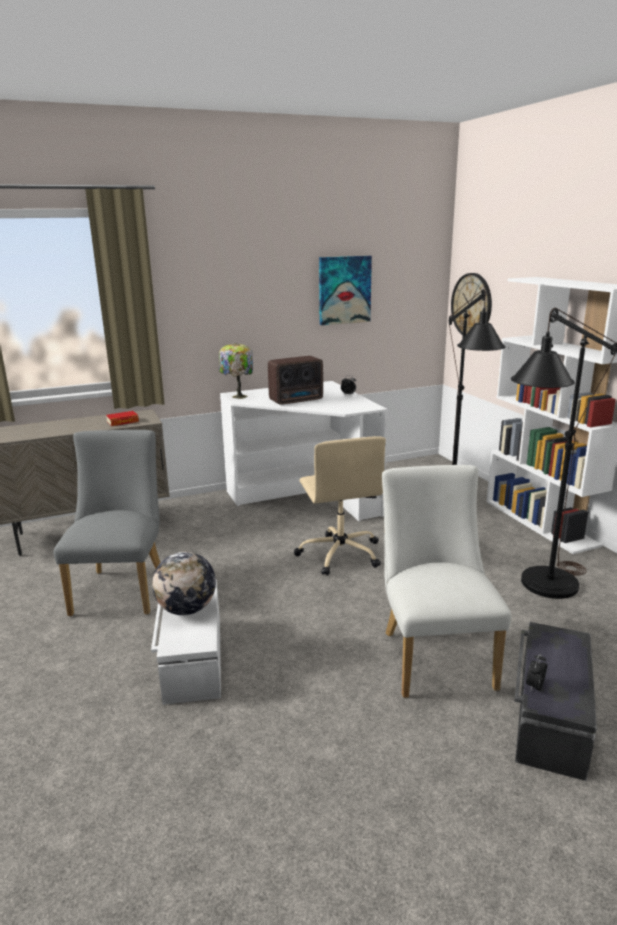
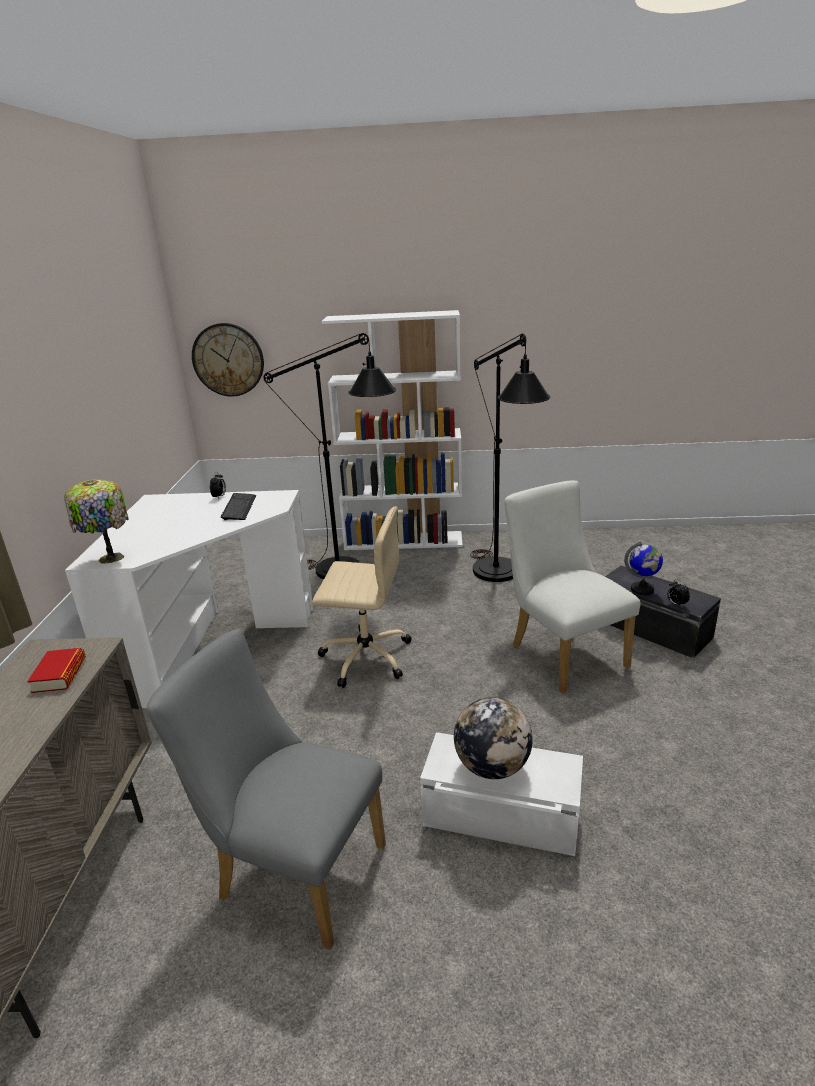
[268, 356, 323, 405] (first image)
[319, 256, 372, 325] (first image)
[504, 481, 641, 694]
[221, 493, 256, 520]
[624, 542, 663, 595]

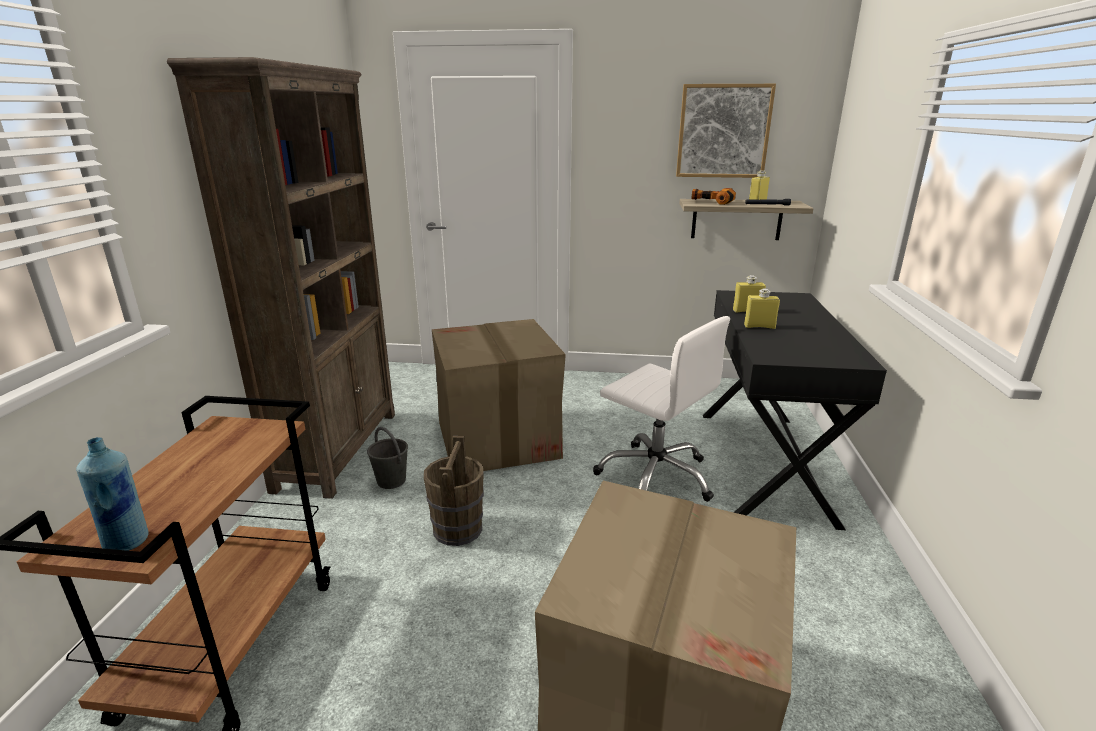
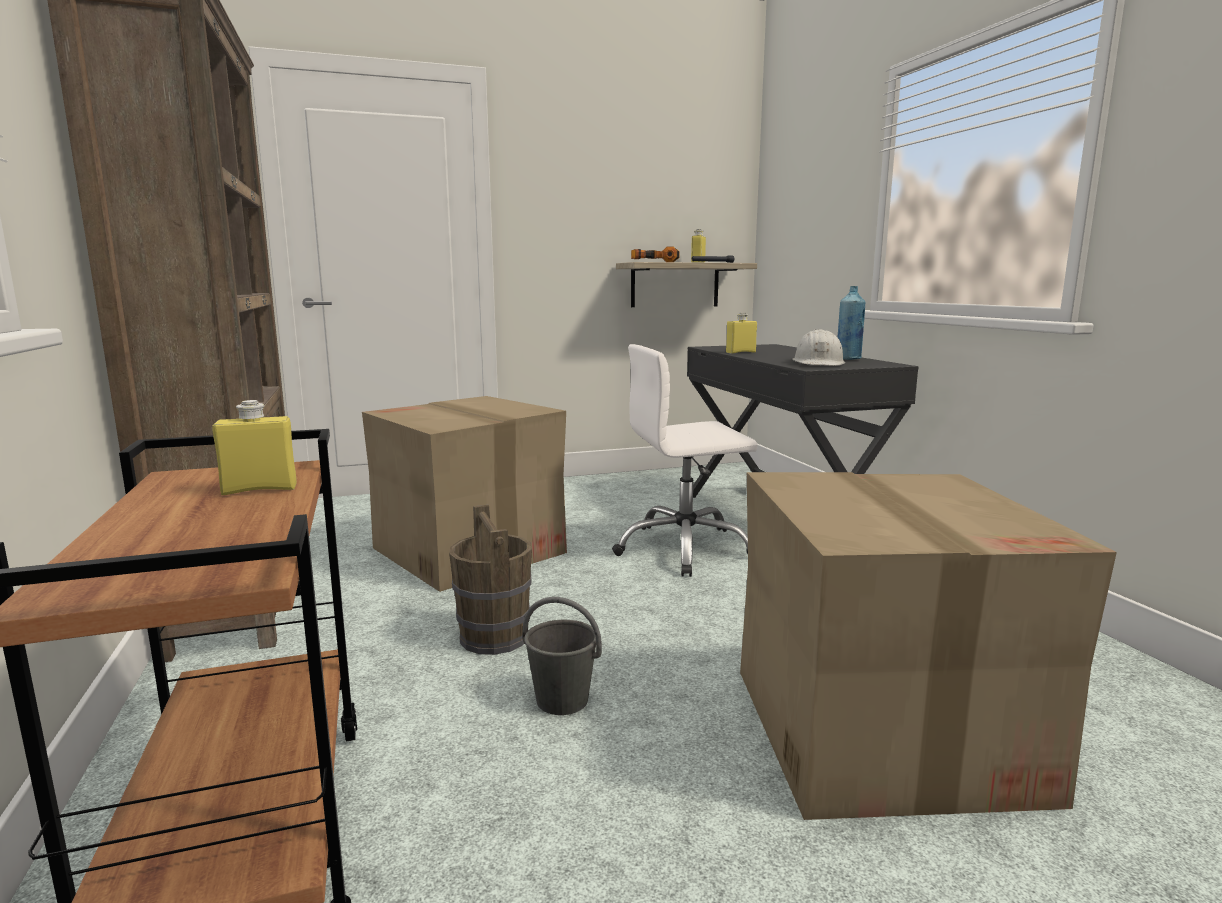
[838, 286, 866, 360]
[523, 597, 602, 715]
[612, 344, 757, 577]
[676, 84, 776, 178] (first image)
[213, 400, 297, 495]
[792, 329, 845, 366]

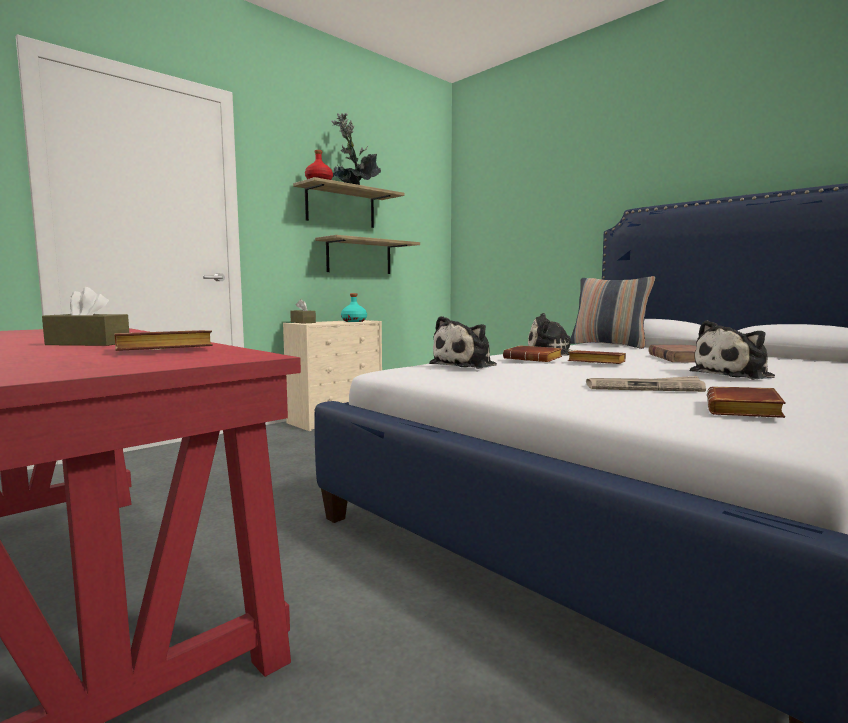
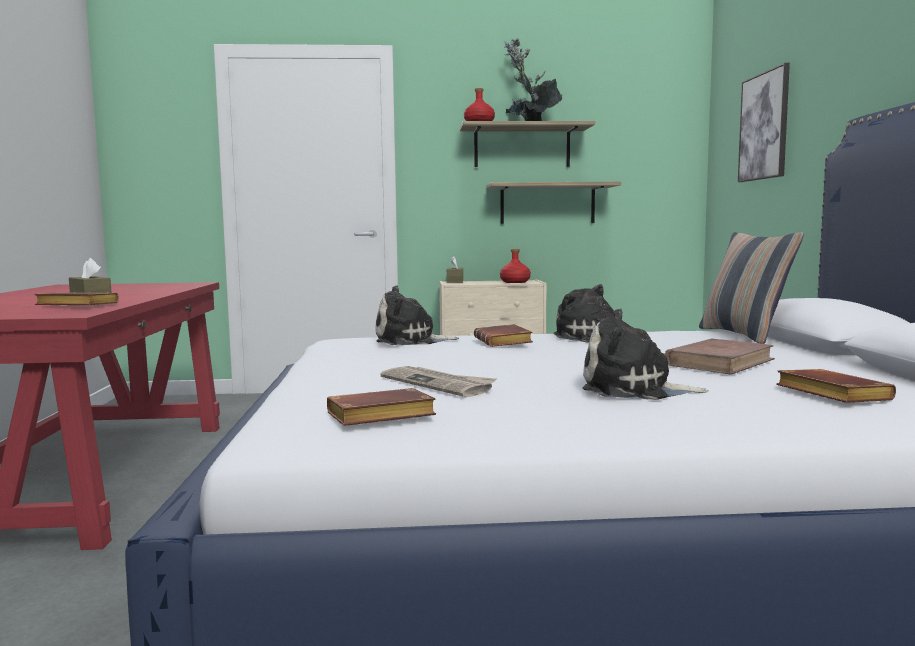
[500, 249, 531, 283]
[776, 369, 896, 403]
[738, 63, 790, 182]

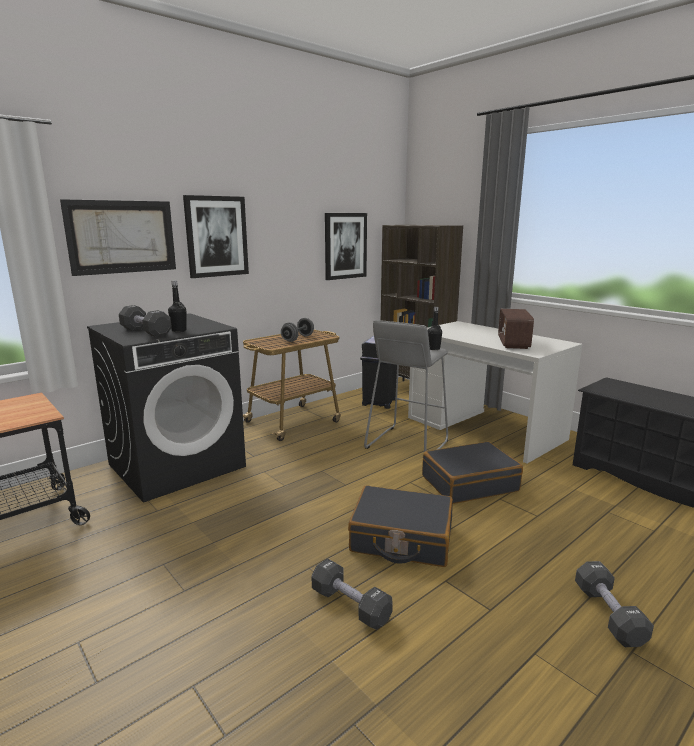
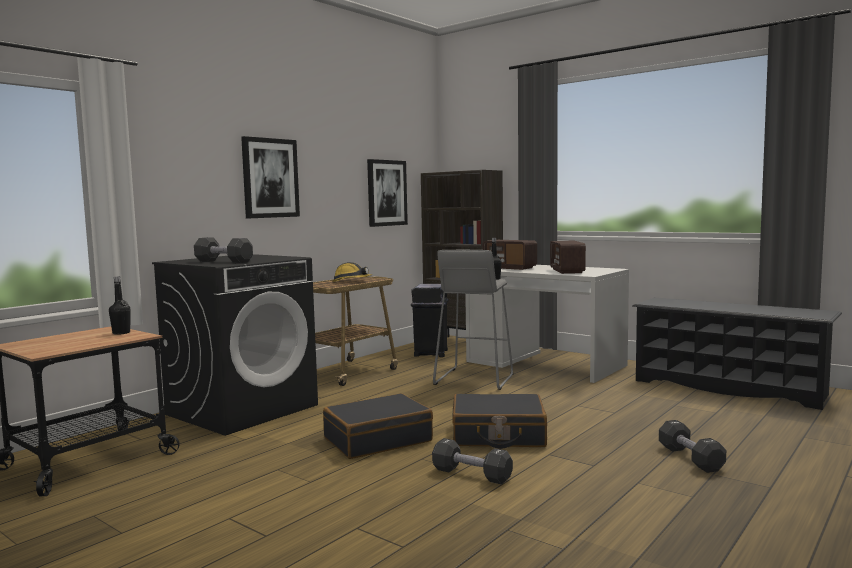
[60, 199, 176, 276] (first image)
[109, 276, 131, 335]
[332, 262, 372, 282]
[323, 393, 433, 459]
[483, 240, 537, 270]

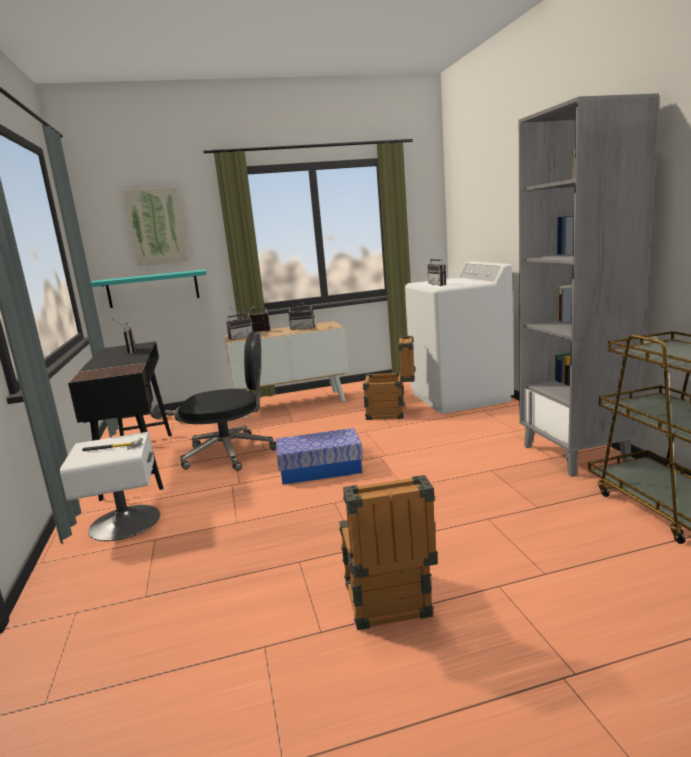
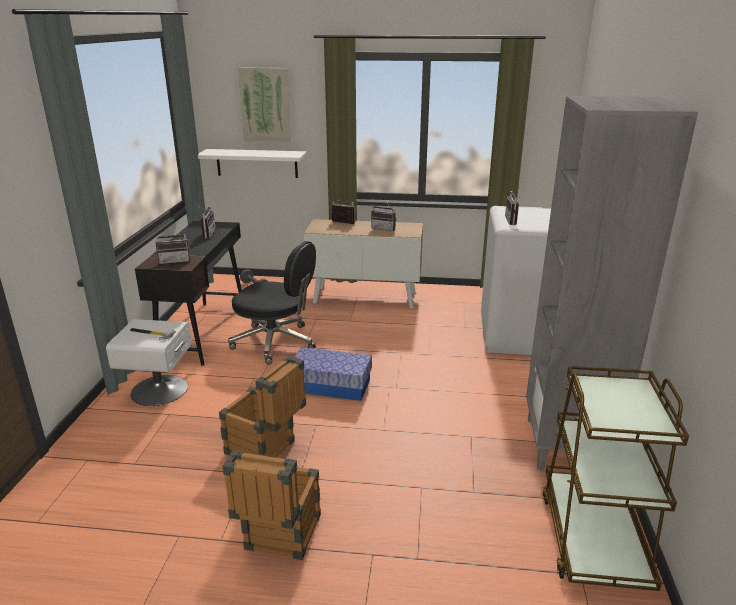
[198, 149, 307, 178]
[155, 226, 190, 264]
[219, 356, 306, 458]

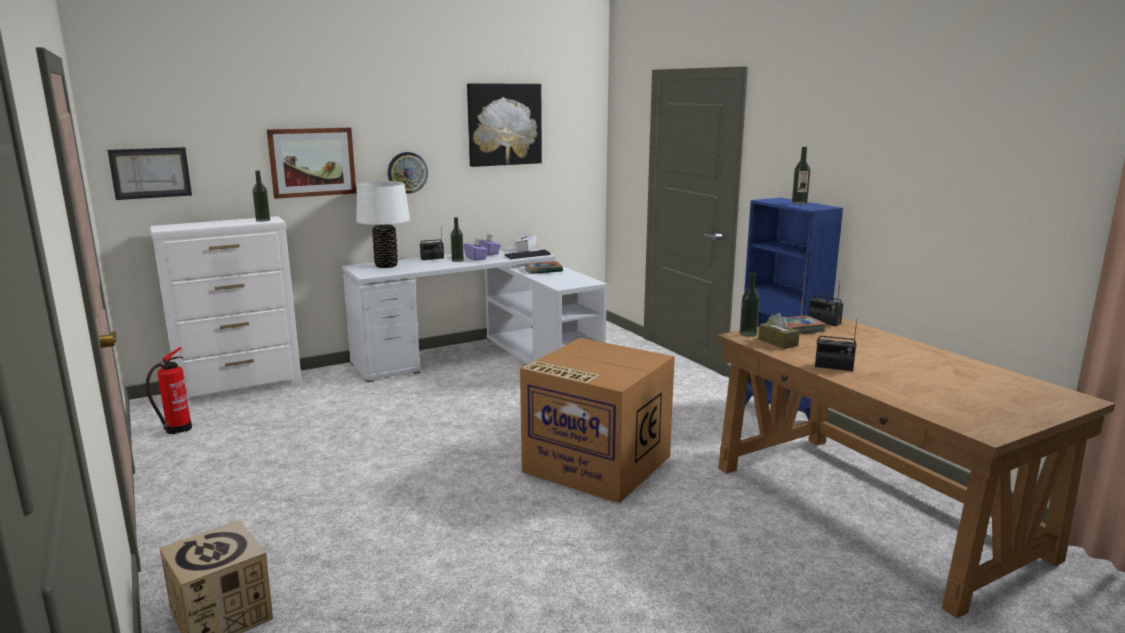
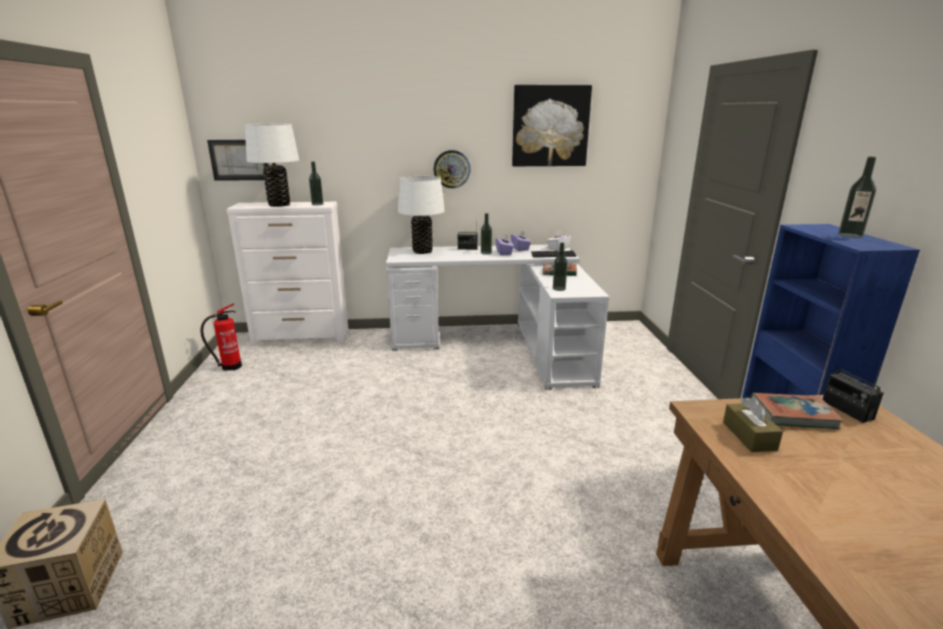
[267, 128, 356, 199] (first image)
[520, 338, 675, 503] (first image)
[553, 242, 568, 291]
[815, 321, 857, 371] (first image)
[245, 124, 299, 207]

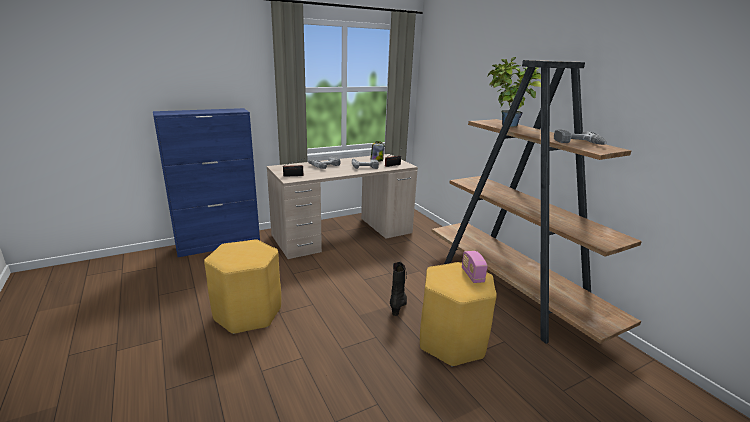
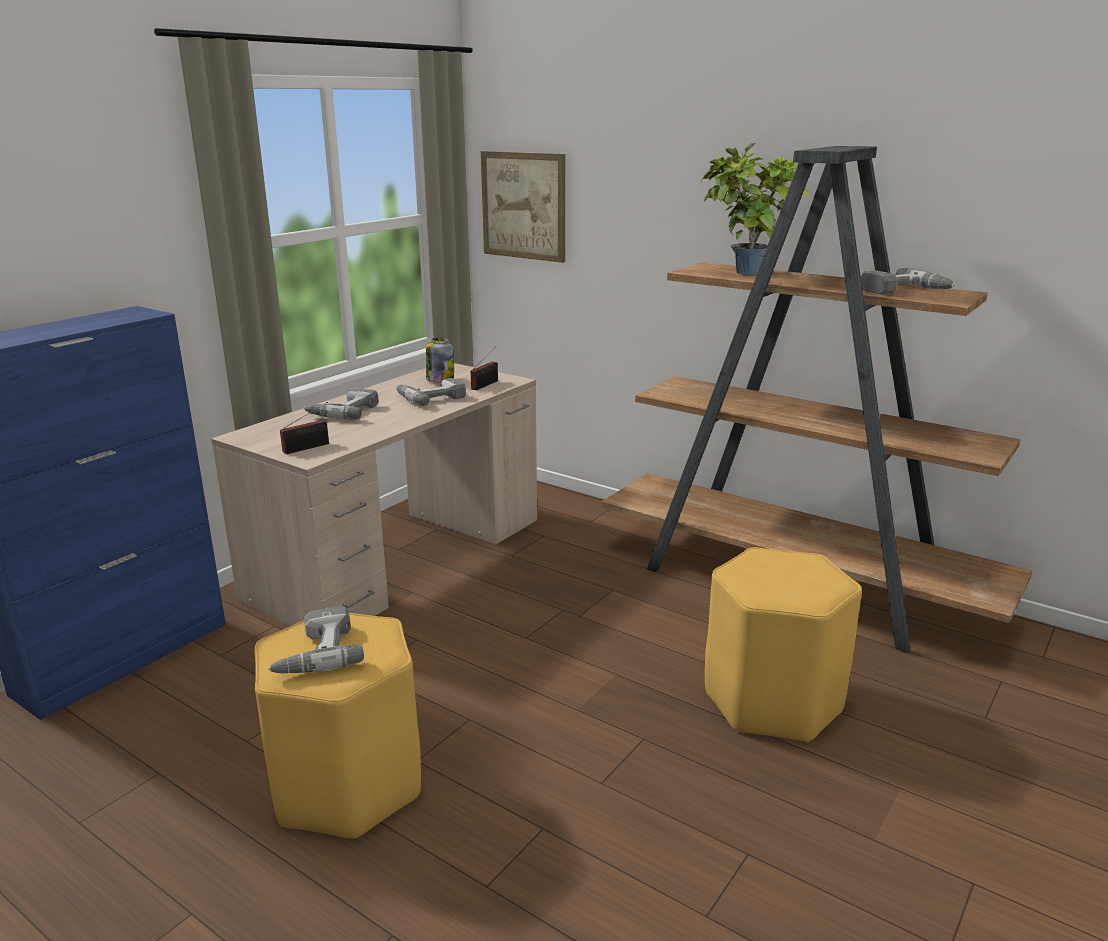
[390, 262, 407, 316] (first image)
[462, 251, 487, 283] (first image)
[268, 607, 364, 674]
[481, 151, 565, 263]

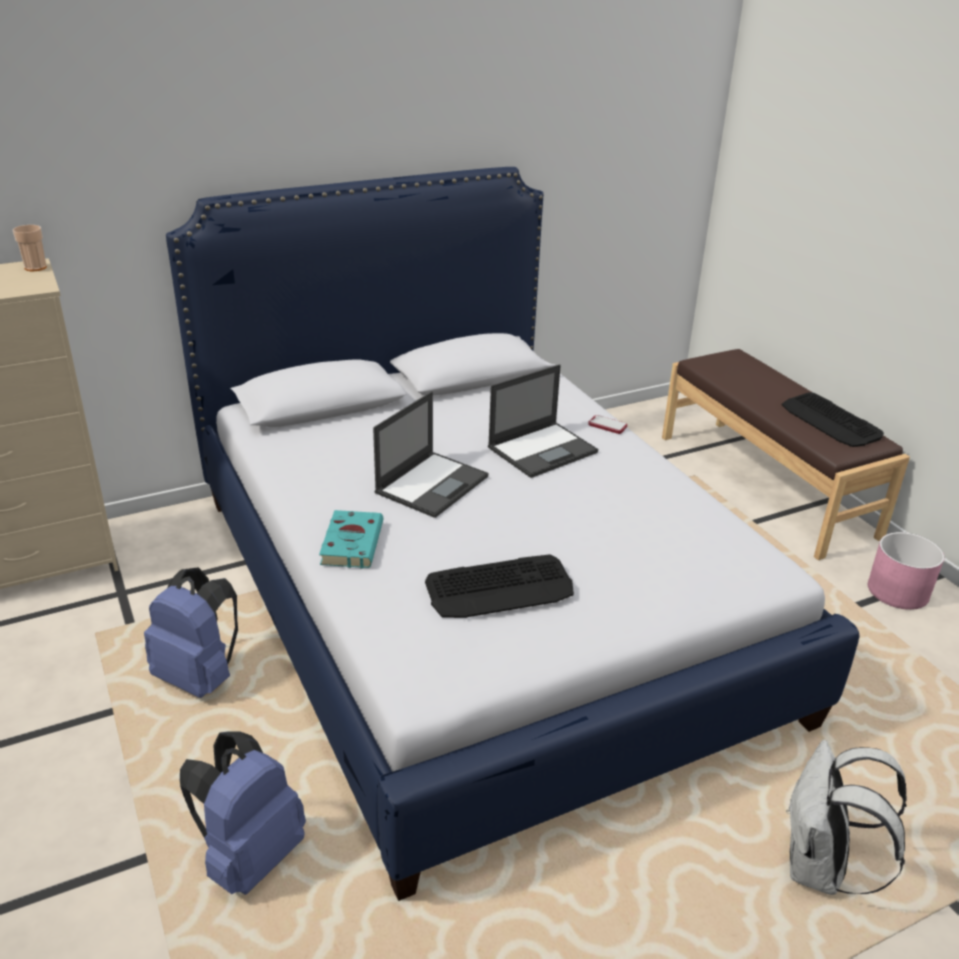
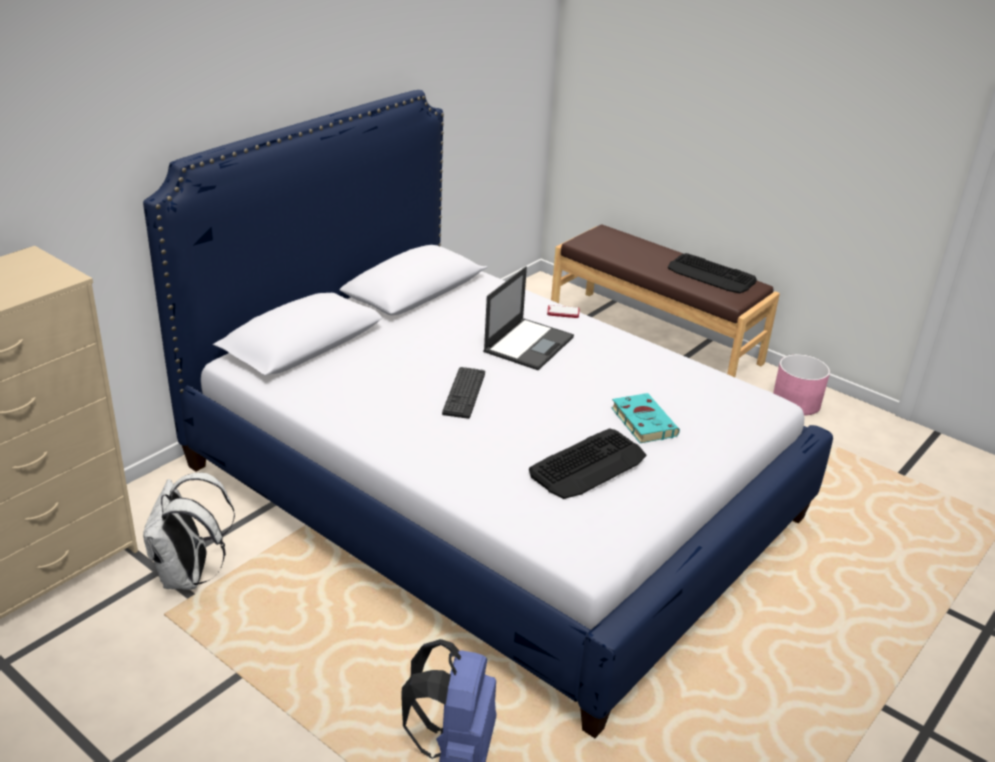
[13, 225, 47, 271] (first image)
[144, 567, 238, 698] (first image)
[611, 393, 680, 443]
[442, 367, 485, 419]
[143, 472, 235, 590]

